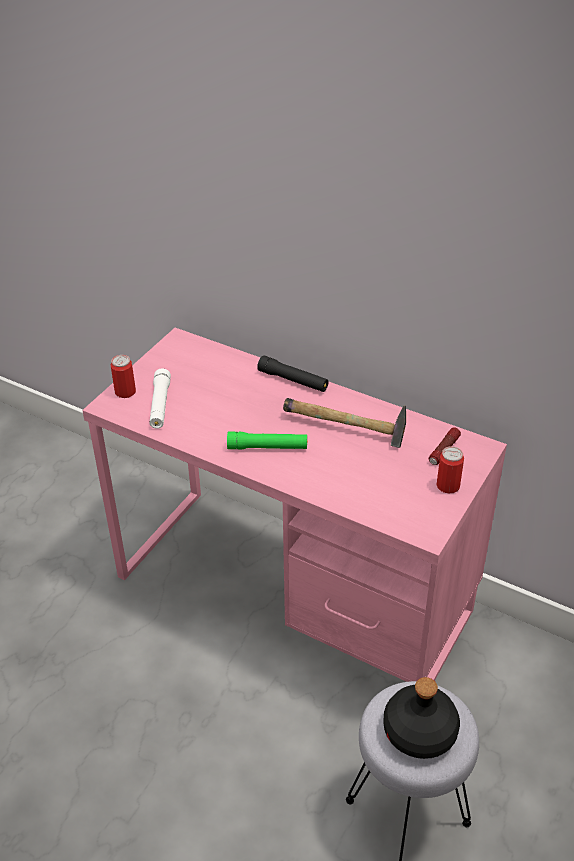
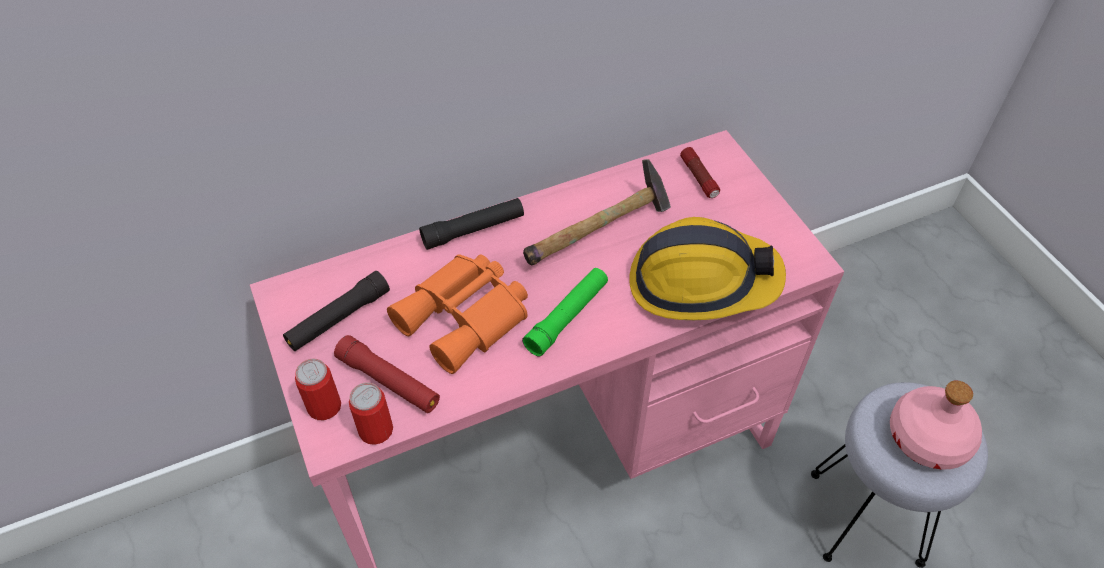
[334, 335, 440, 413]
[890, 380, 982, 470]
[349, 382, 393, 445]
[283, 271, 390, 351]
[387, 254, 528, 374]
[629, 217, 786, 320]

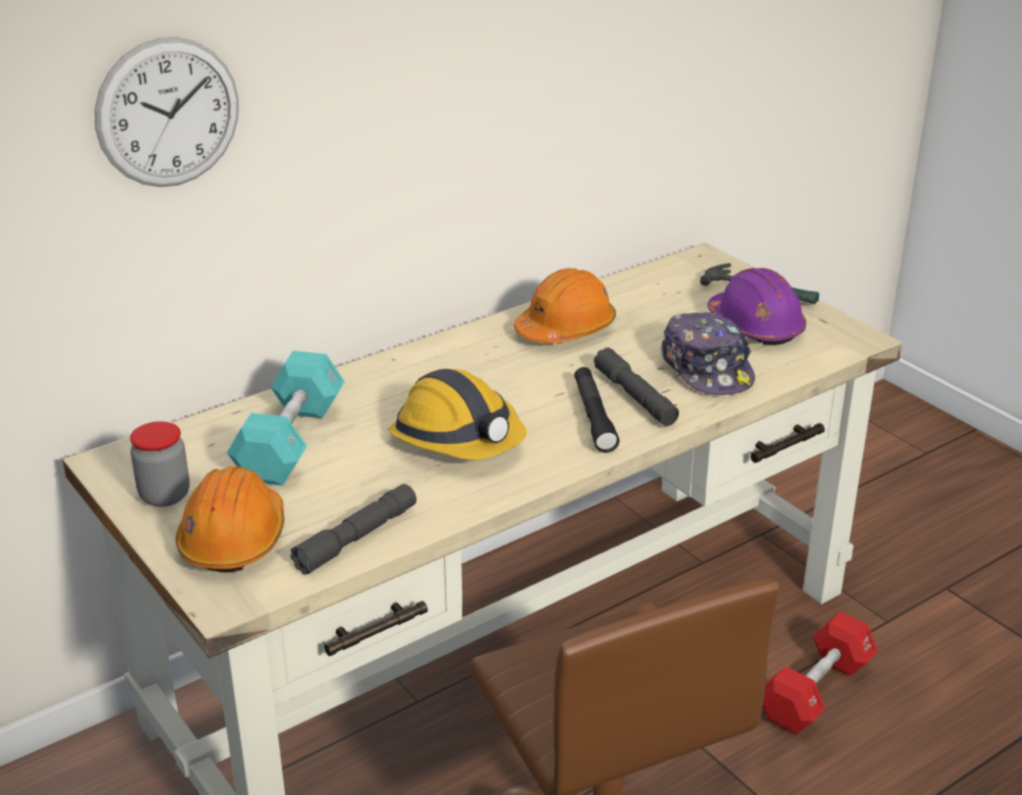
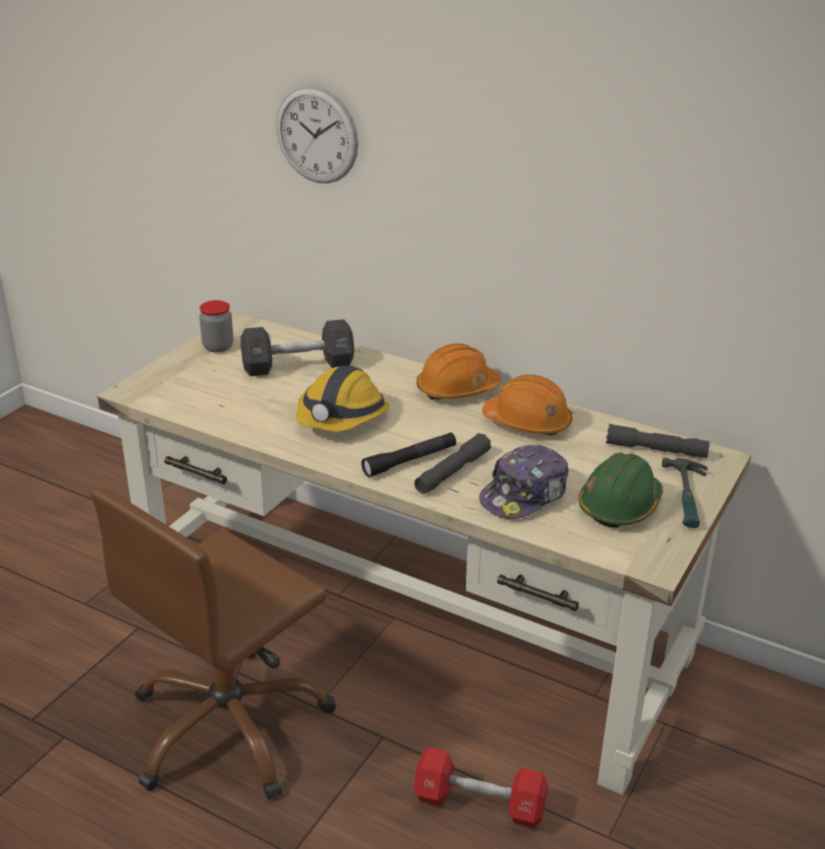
[416, 343, 501, 400]
[241, 319, 355, 376]
[606, 424, 710, 458]
[579, 452, 663, 528]

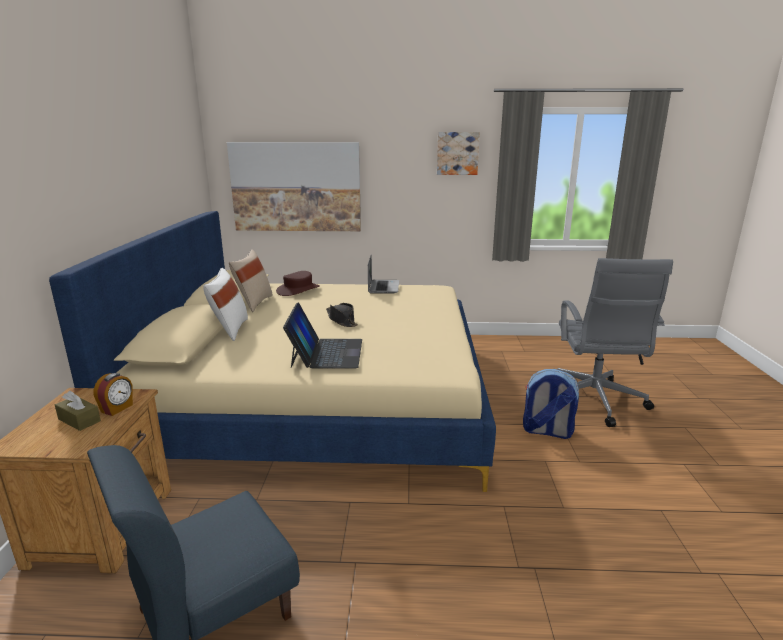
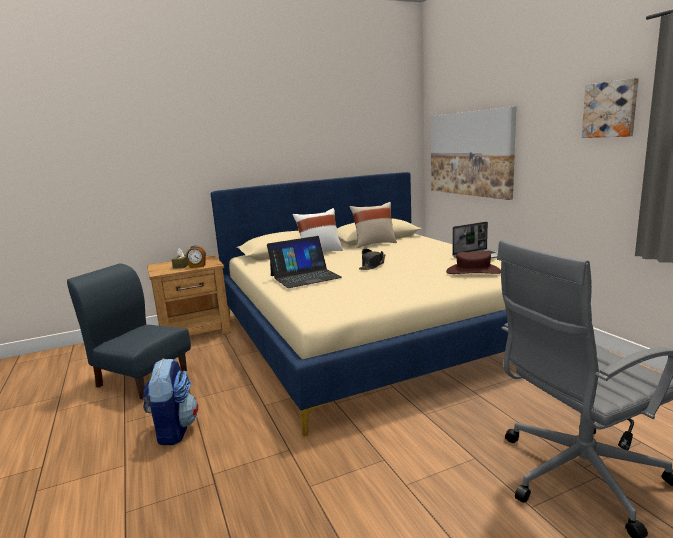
[446, 252, 501, 274]
[143, 359, 198, 445]

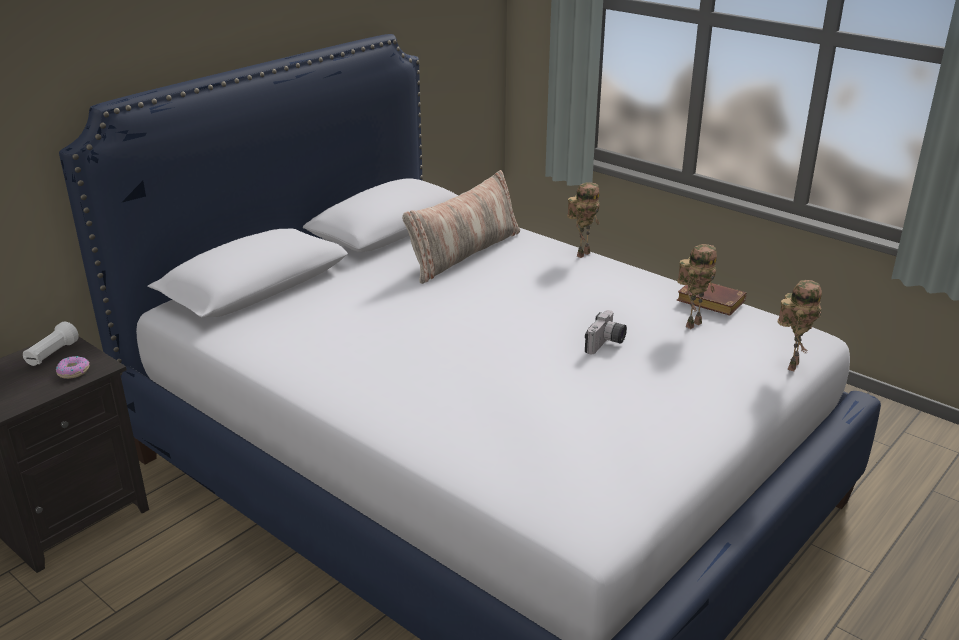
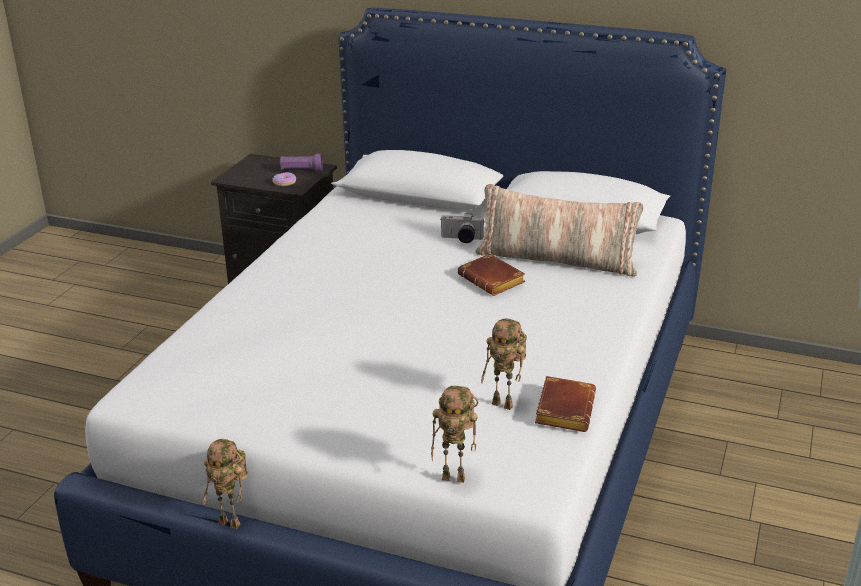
[280, 154, 323, 171]
[203, 439, 248, 529]
[441, 213, 485, 243]
[458, 254, 525, 296]

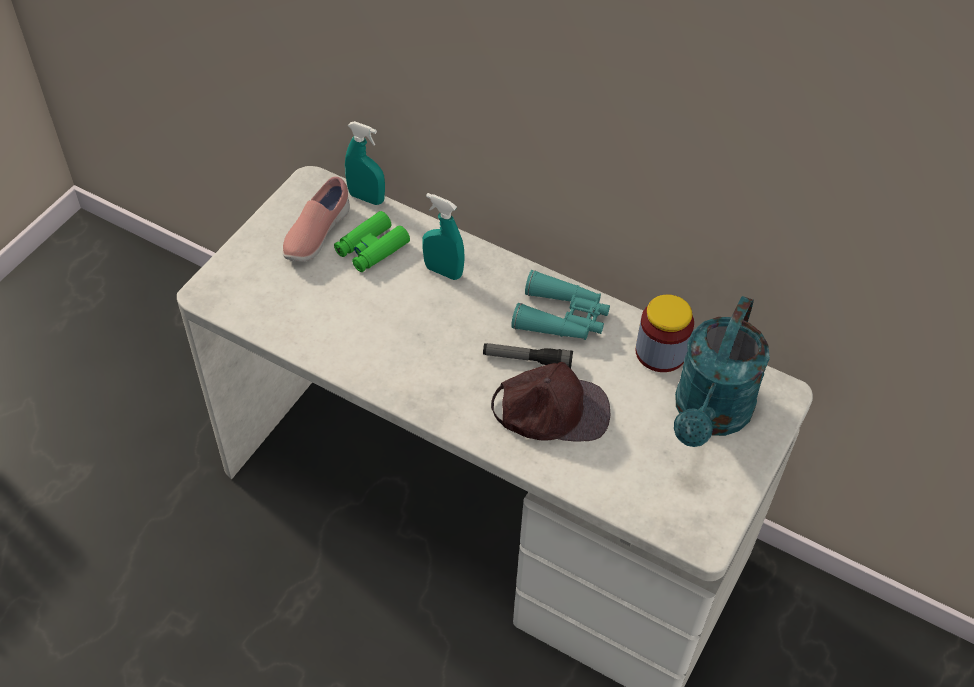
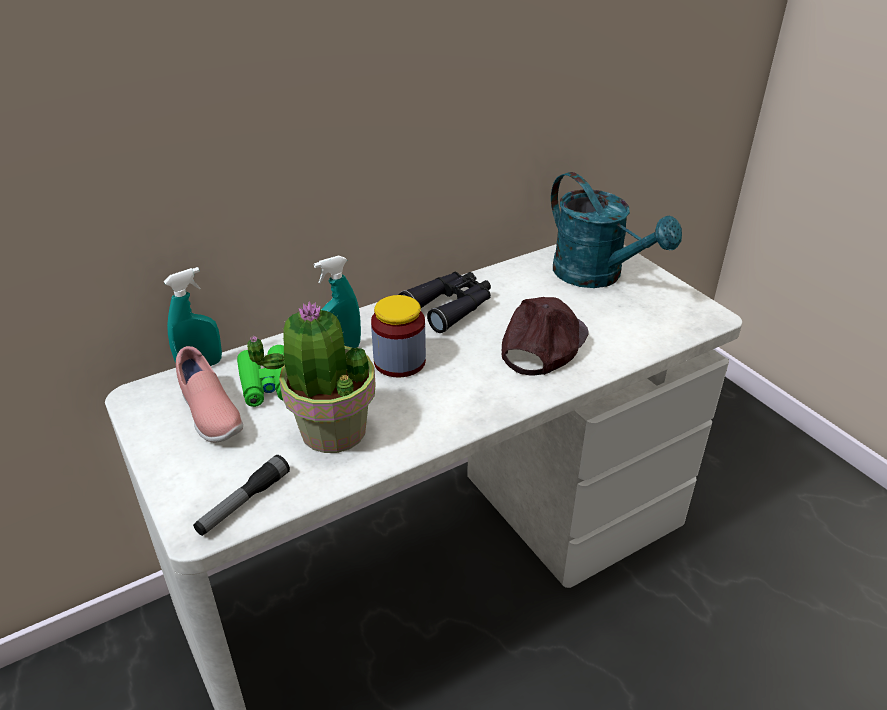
[193, 455, 290, 536]
[399, 272, 491, 333]
[371, 295, 426, 378]
[247, 301, 376, 453]

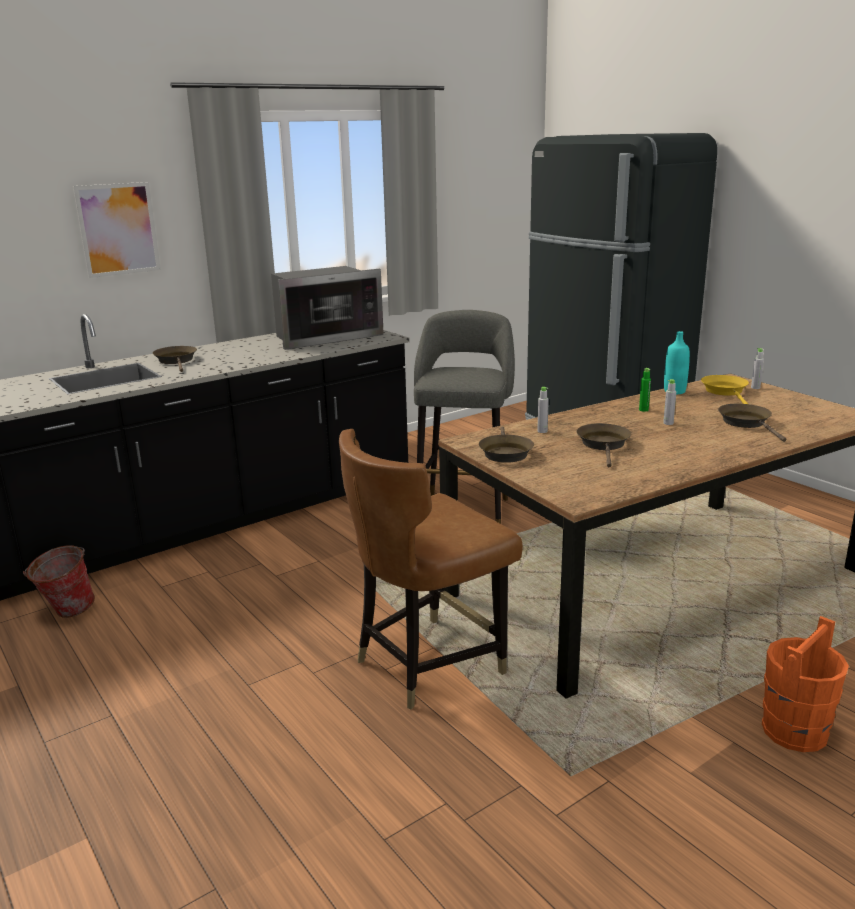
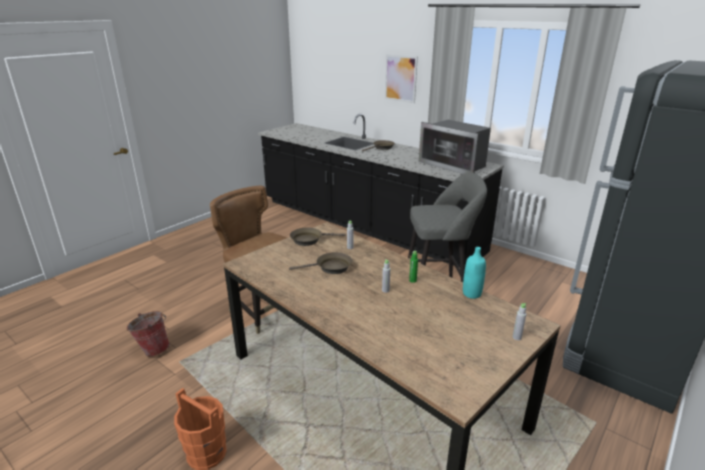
[127, 311, 170, 357]
[701, 375, 749, 404] (first image)
[718, 404, 786, 442] (first image)

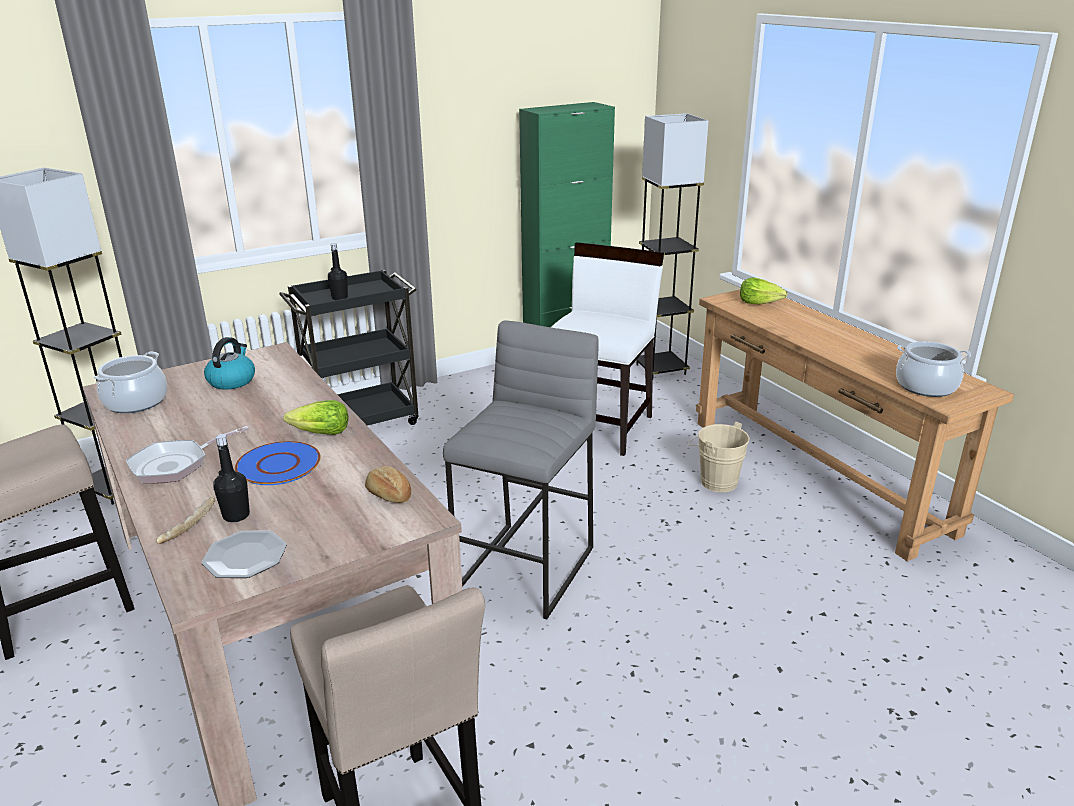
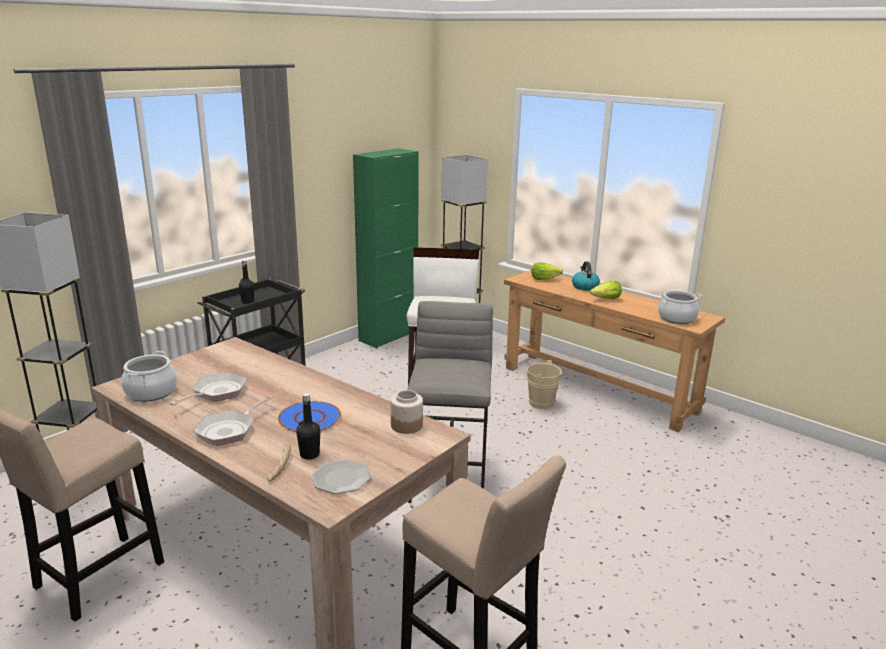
[572, 261, 600, 291]
[590, 281, 622, 299]
[391, 390, 423, 434]
[169, 372, 247, 405]

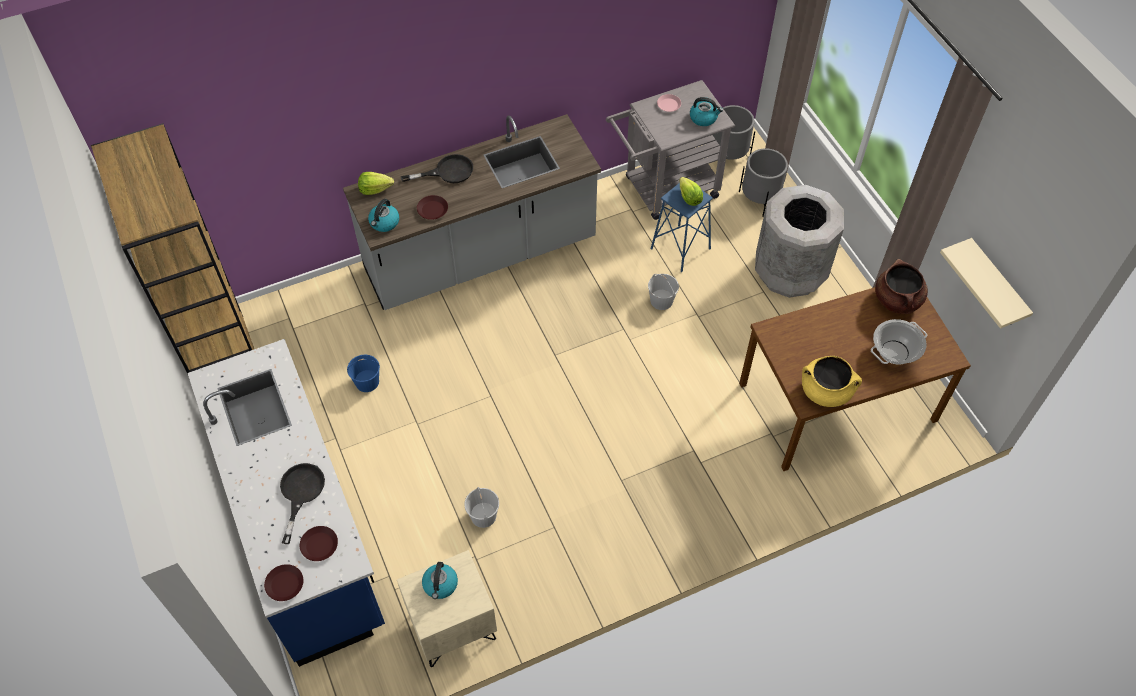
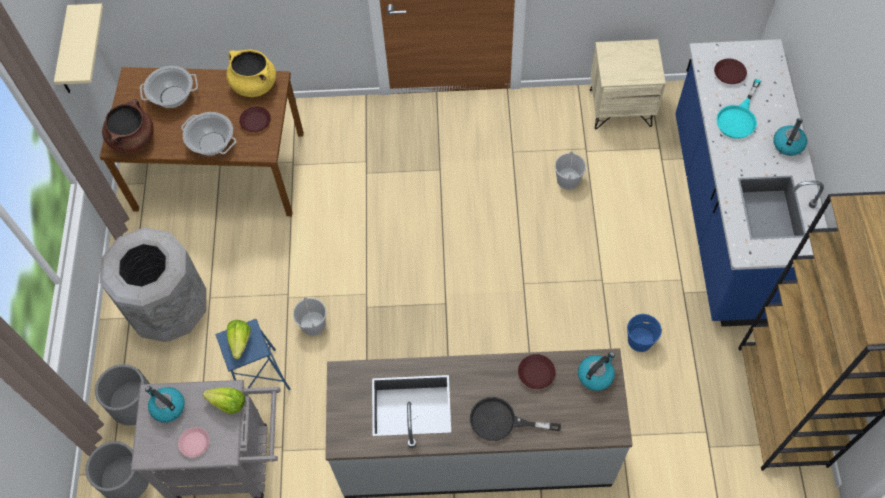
[239, 106, 271, 132]
[716, 79, 761, 139]
[203, 388, 246, 414]
[773, 118, 807, 156]
[181, 112, 236, 155]

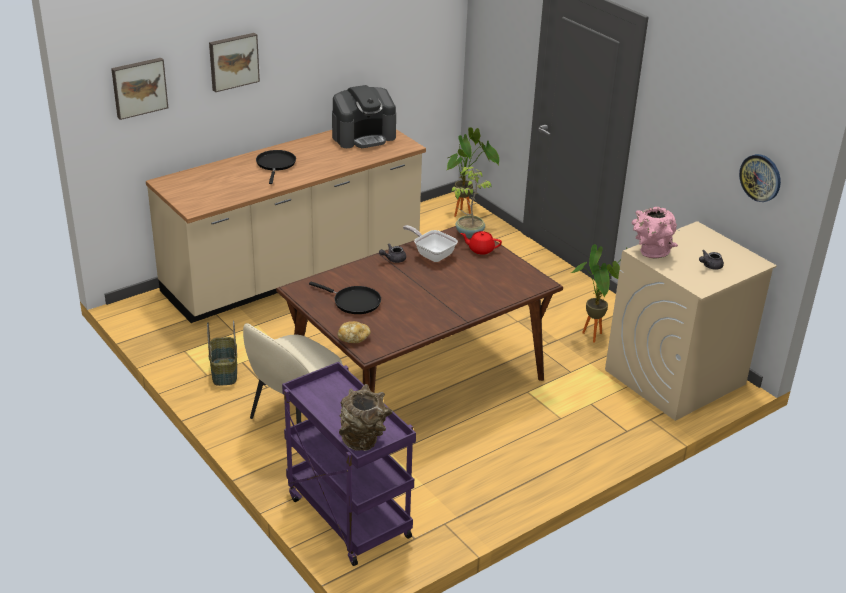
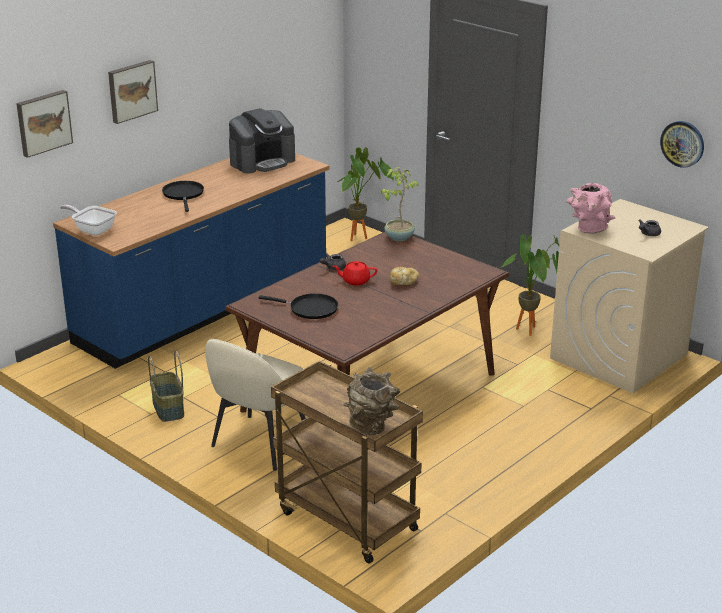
[53, 153, 329, 369]
[271, 361, 423, 564]
[390, 267, 419, 285]
[60, 205, 117, 236]
[333, 261, 377, 286]

